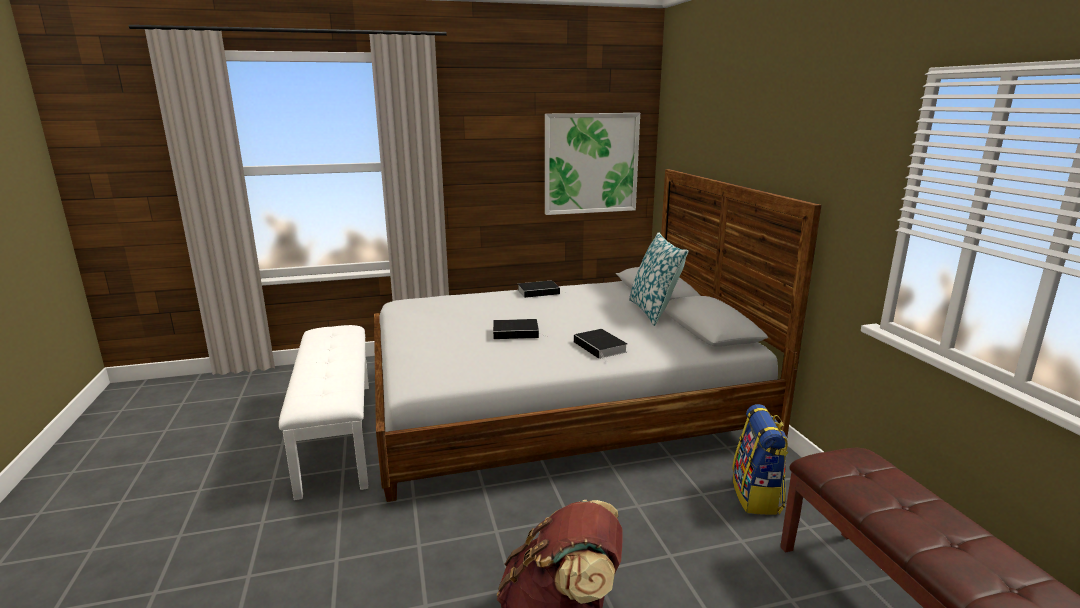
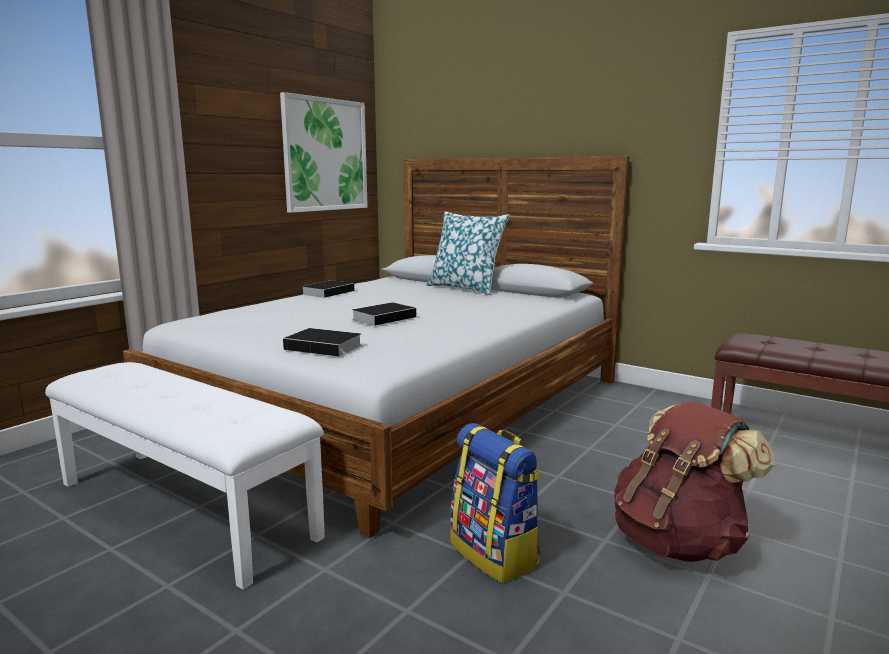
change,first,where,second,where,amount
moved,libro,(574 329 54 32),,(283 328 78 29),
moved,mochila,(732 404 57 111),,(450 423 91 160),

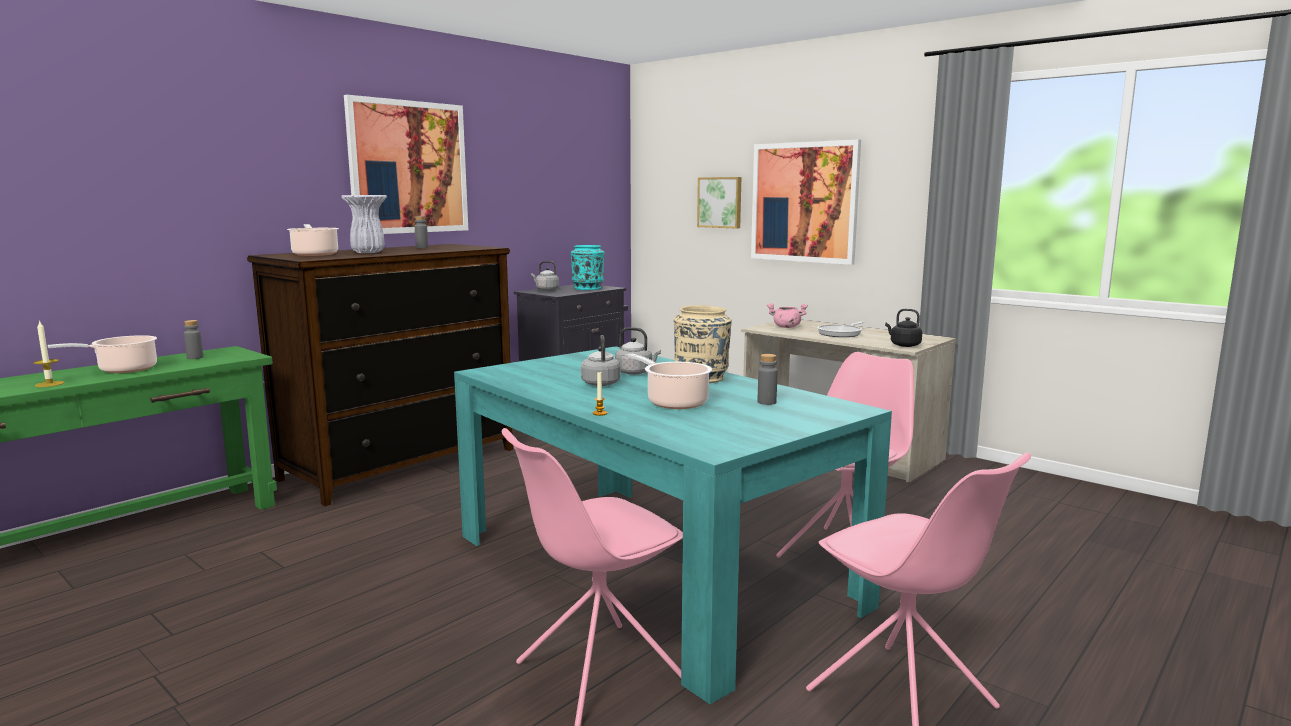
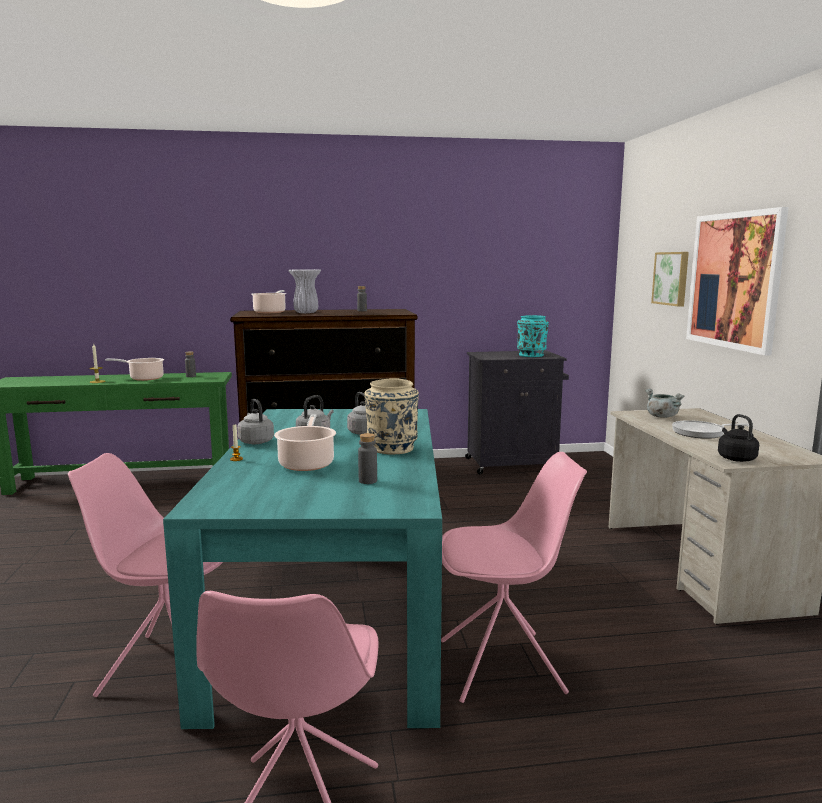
change,first,where,second,where,amount
moved,hervidor (gris),(531 261 28 30),,(237 399 37 45),
recoloured,olla (rosa),(767 303 41 25),olla (gris),(645 389 39 29),
removed,cuadro,(344 95 124 139),,,

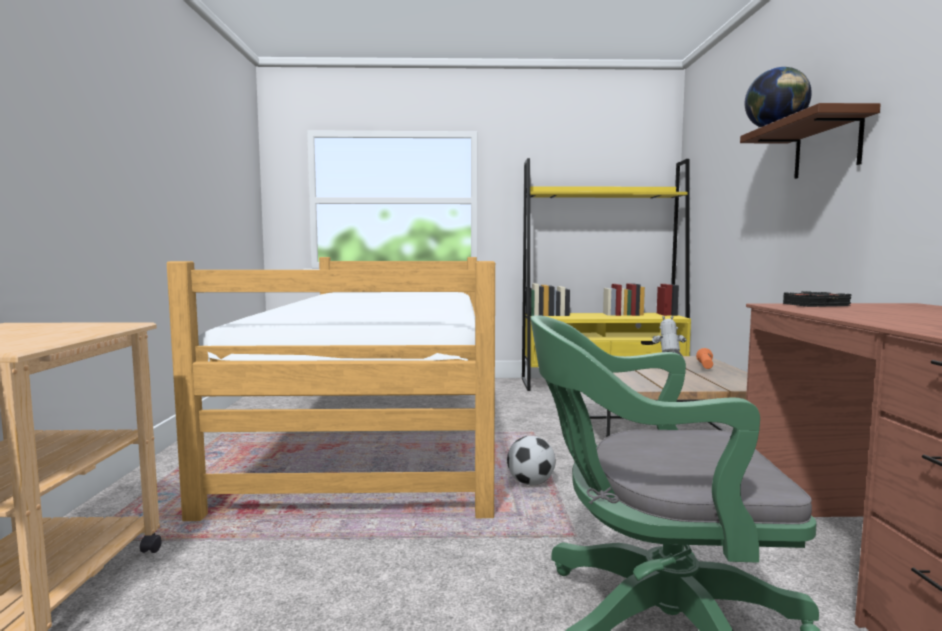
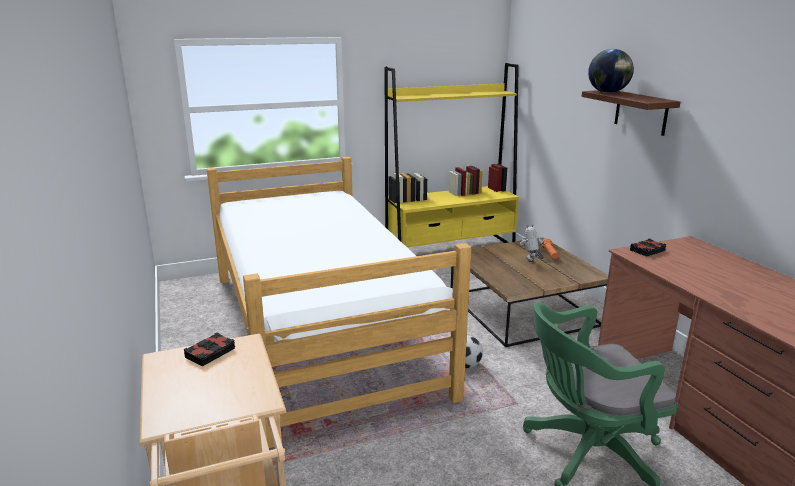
change,first,where,second,where,amount
added,,,libro (negro),(184 332 51 34),

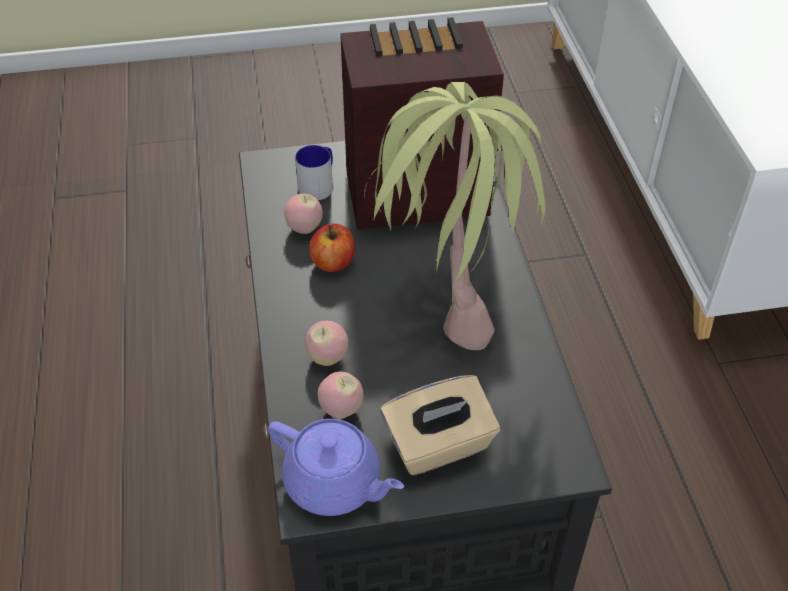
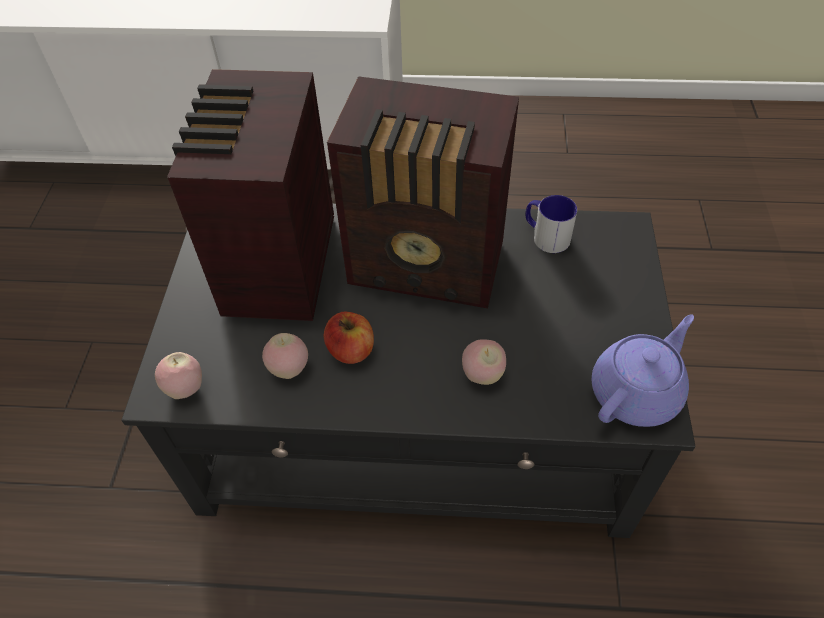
change,first,where,second,where,amount
moved,manzana,(318 372 46 47),,(155 352 47 47),
replaced,planta en maceta,(364 82 182 268),radio,(327 76 192 232),
moved,taza grande,(295 145 38 55),,(525 195 52 58),
removed,caja de pañuelos (beis),(380 375 120 100),,,

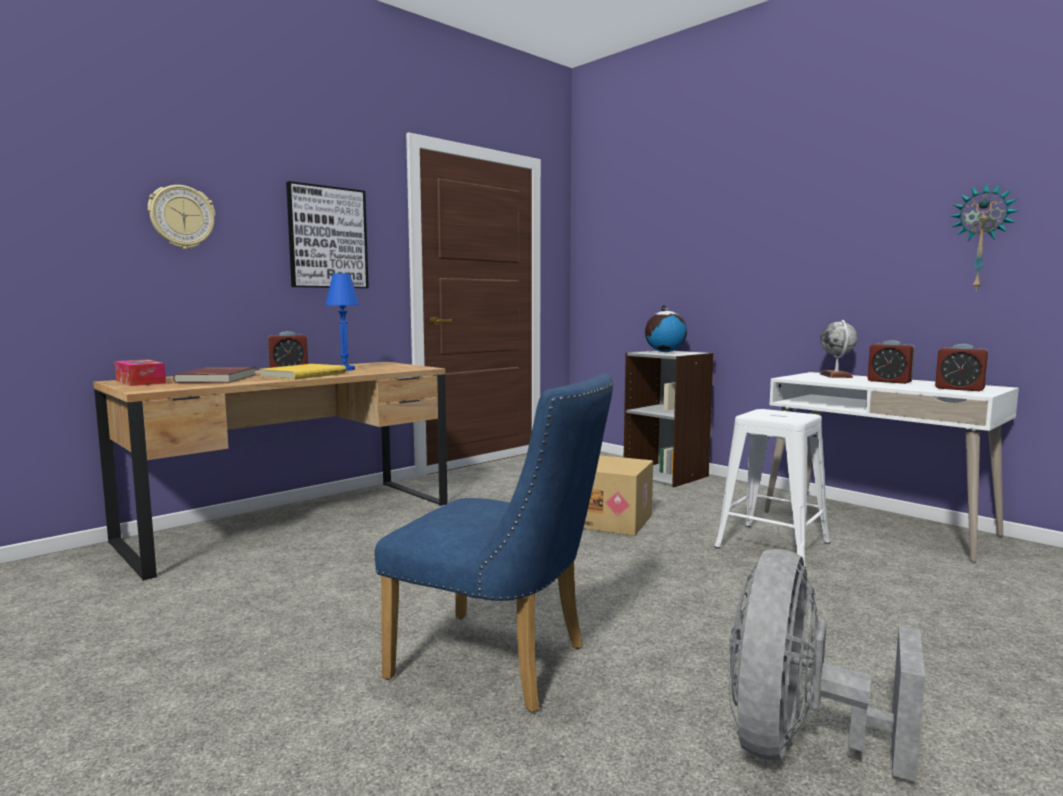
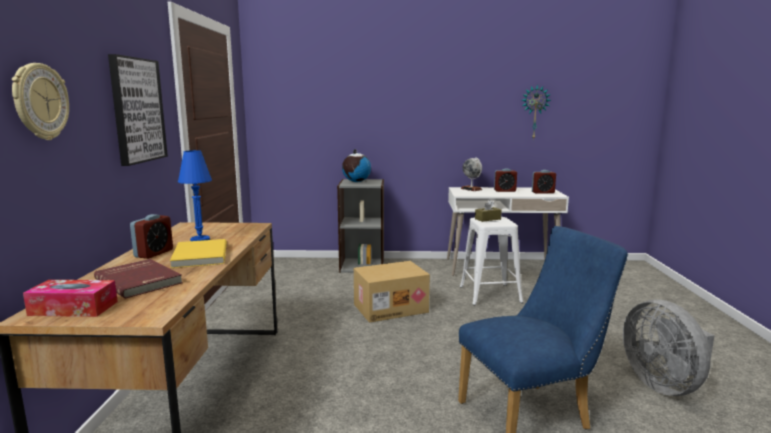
change,first,where,second,where,amount
added,,,caja de pañuelos (marrón),(475 200 27 22),

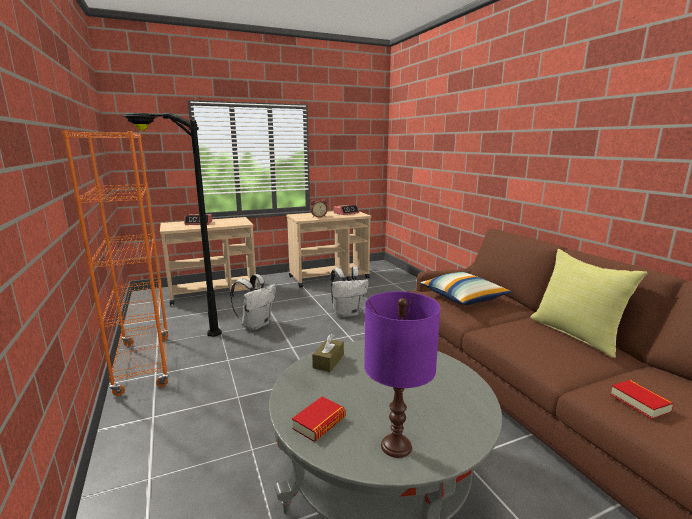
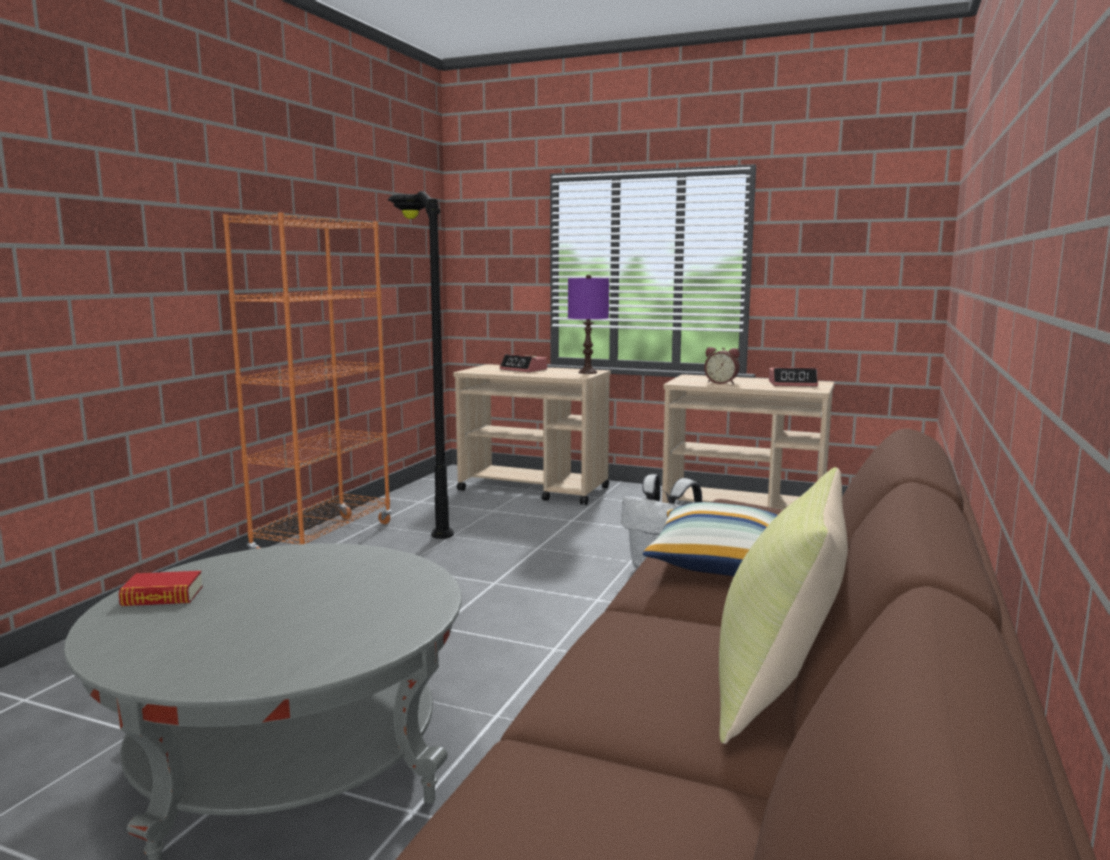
change,first,where,second,where,amount
moved,lámpara de mesa (morado),(364 291 77 167),,(568 275 41 99),
removed,mochila (blanco),(231 274 45 56),,,
removed,caja de pañuelos (marrón),(312 334 32 38),,,
removed,libro,(610 380 64 39),,,

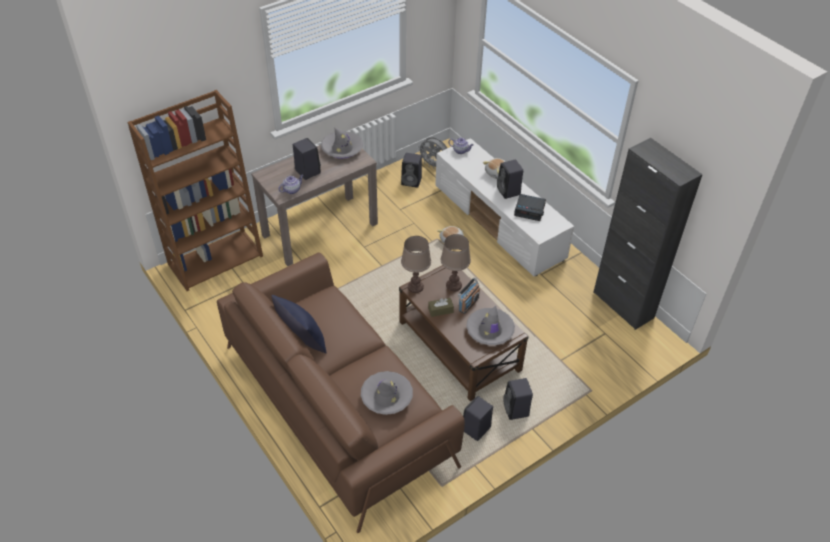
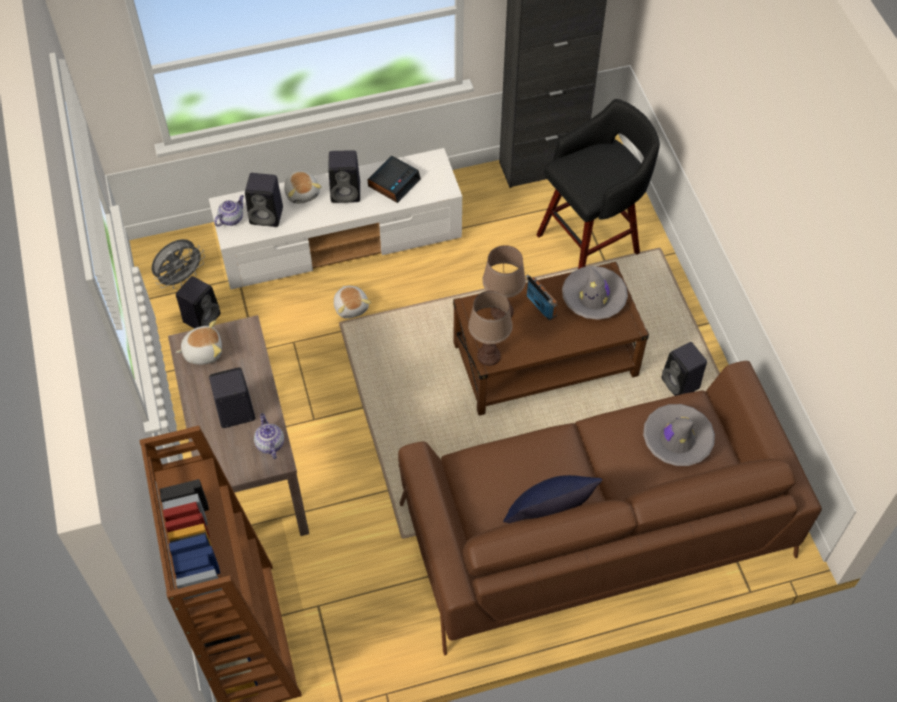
change,first,where,second,where,amount
replaced,sombrero (gris),(321 128 42 31),peluche,(176 320 46 45),
moved,altavoz (negro),(504 378 29 42),,(245 173 38 54),
added,,,taburete (negro),(536 99 124 170),
removed,caja de pañuelos (marrón),(428 298 26 19),,,

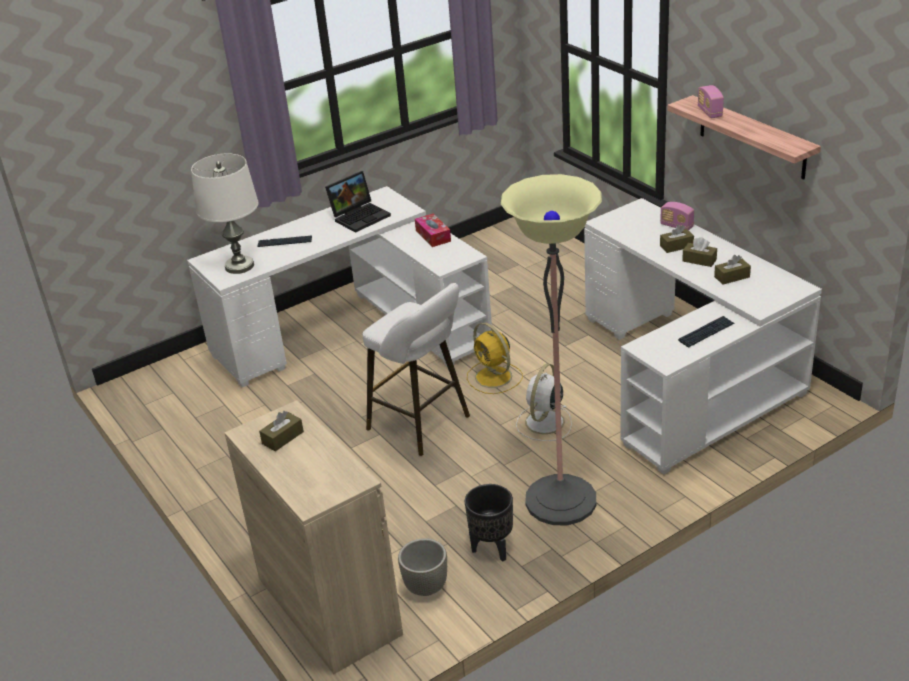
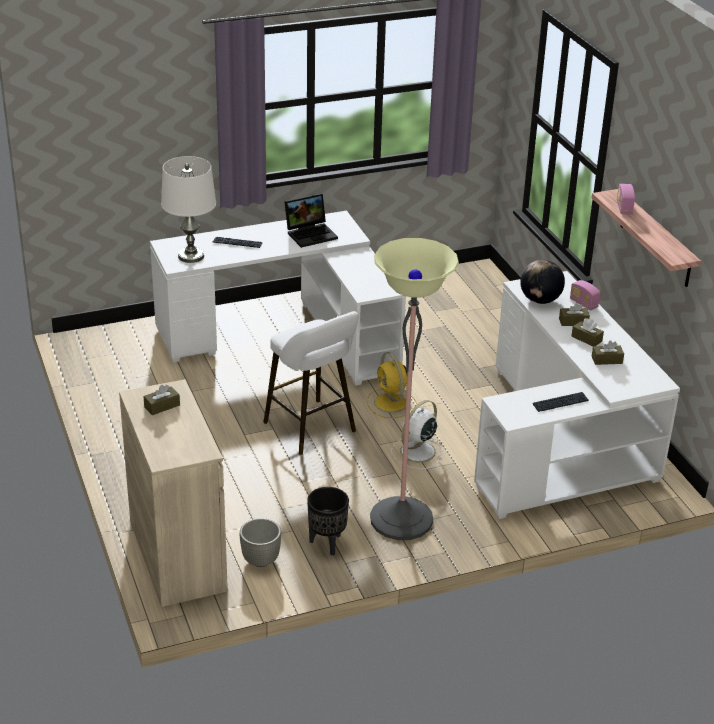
change,first,where,second,where,amount
added,,,globo terráqueo,(520 260 45 44),
removed,caja de pañuelos,(415 214 36 33),,,

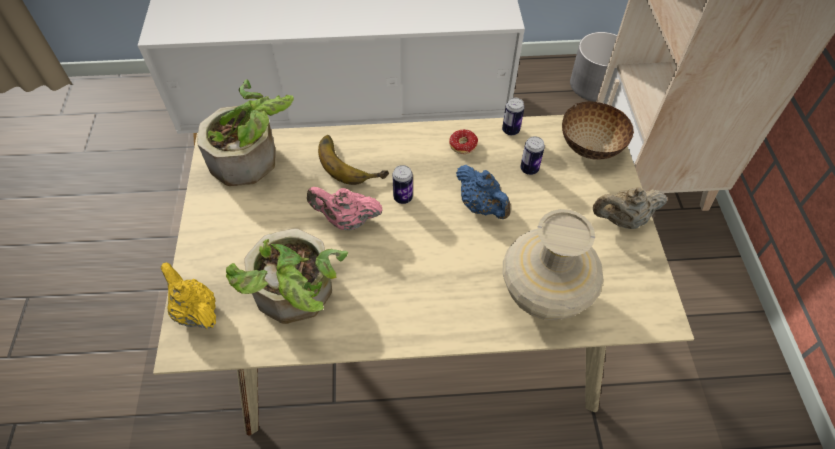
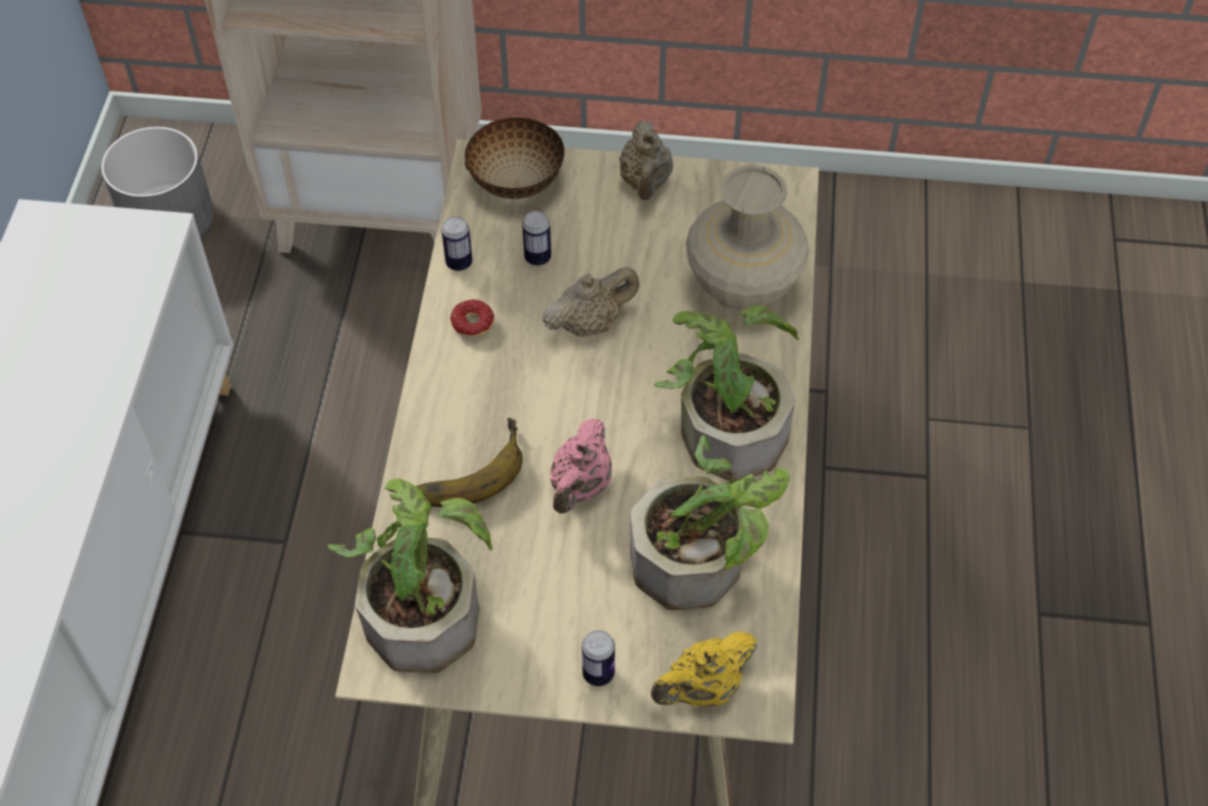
change,first,where,second,where,amount
recoloured,tetera (azul),(456 165 55 54),tetera (beis),(542 267 97 70),
moved,lata,(392 165 21 39),,(582 630 33 56),
added,,,planta en maceta,(654 305 146 177),

